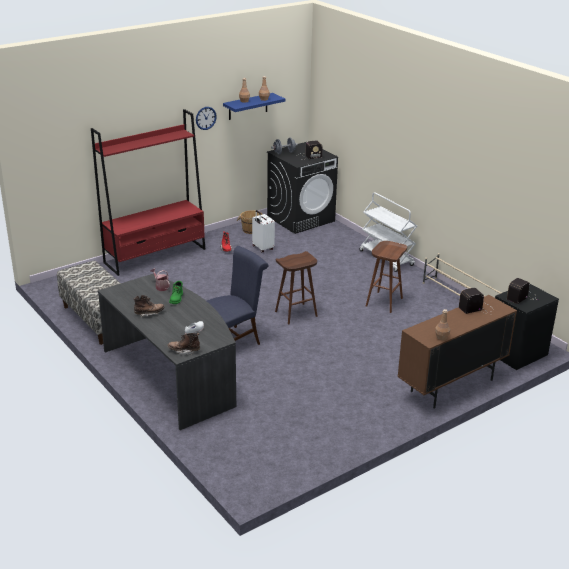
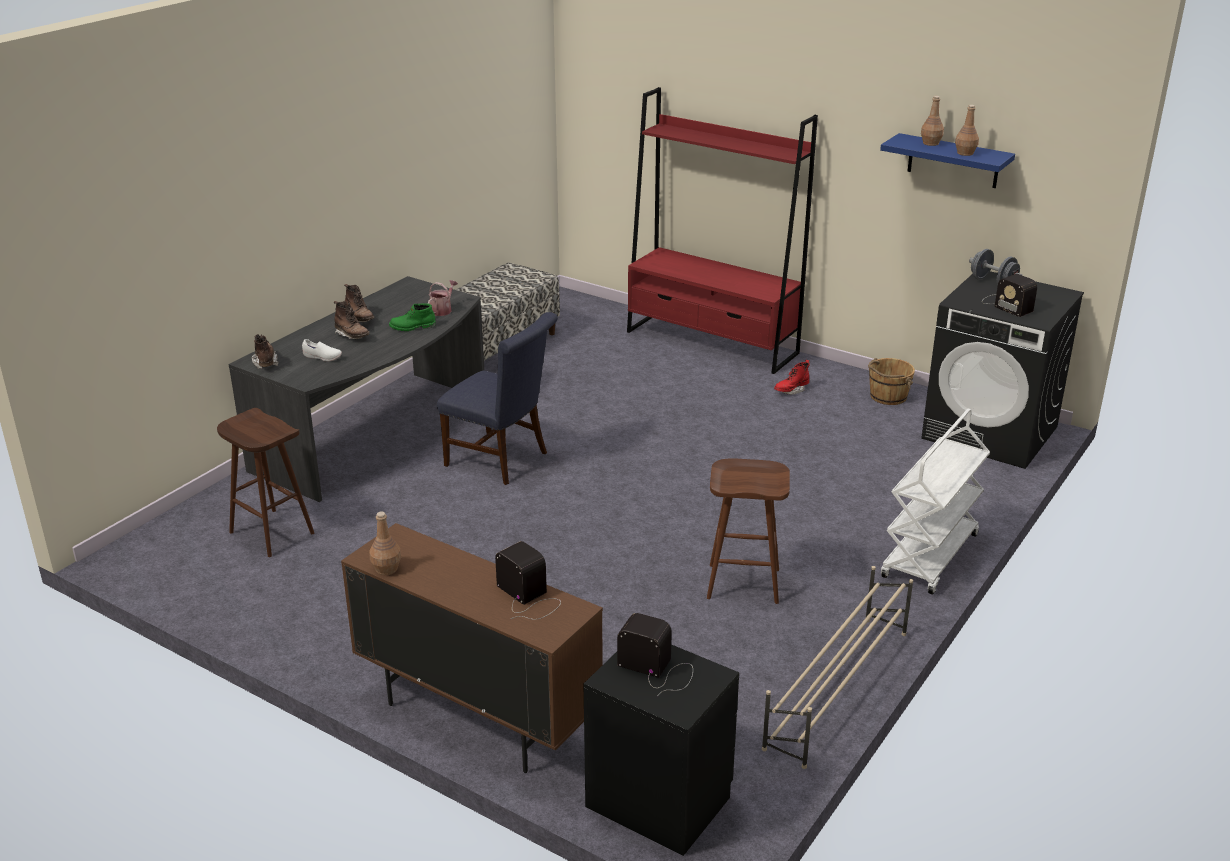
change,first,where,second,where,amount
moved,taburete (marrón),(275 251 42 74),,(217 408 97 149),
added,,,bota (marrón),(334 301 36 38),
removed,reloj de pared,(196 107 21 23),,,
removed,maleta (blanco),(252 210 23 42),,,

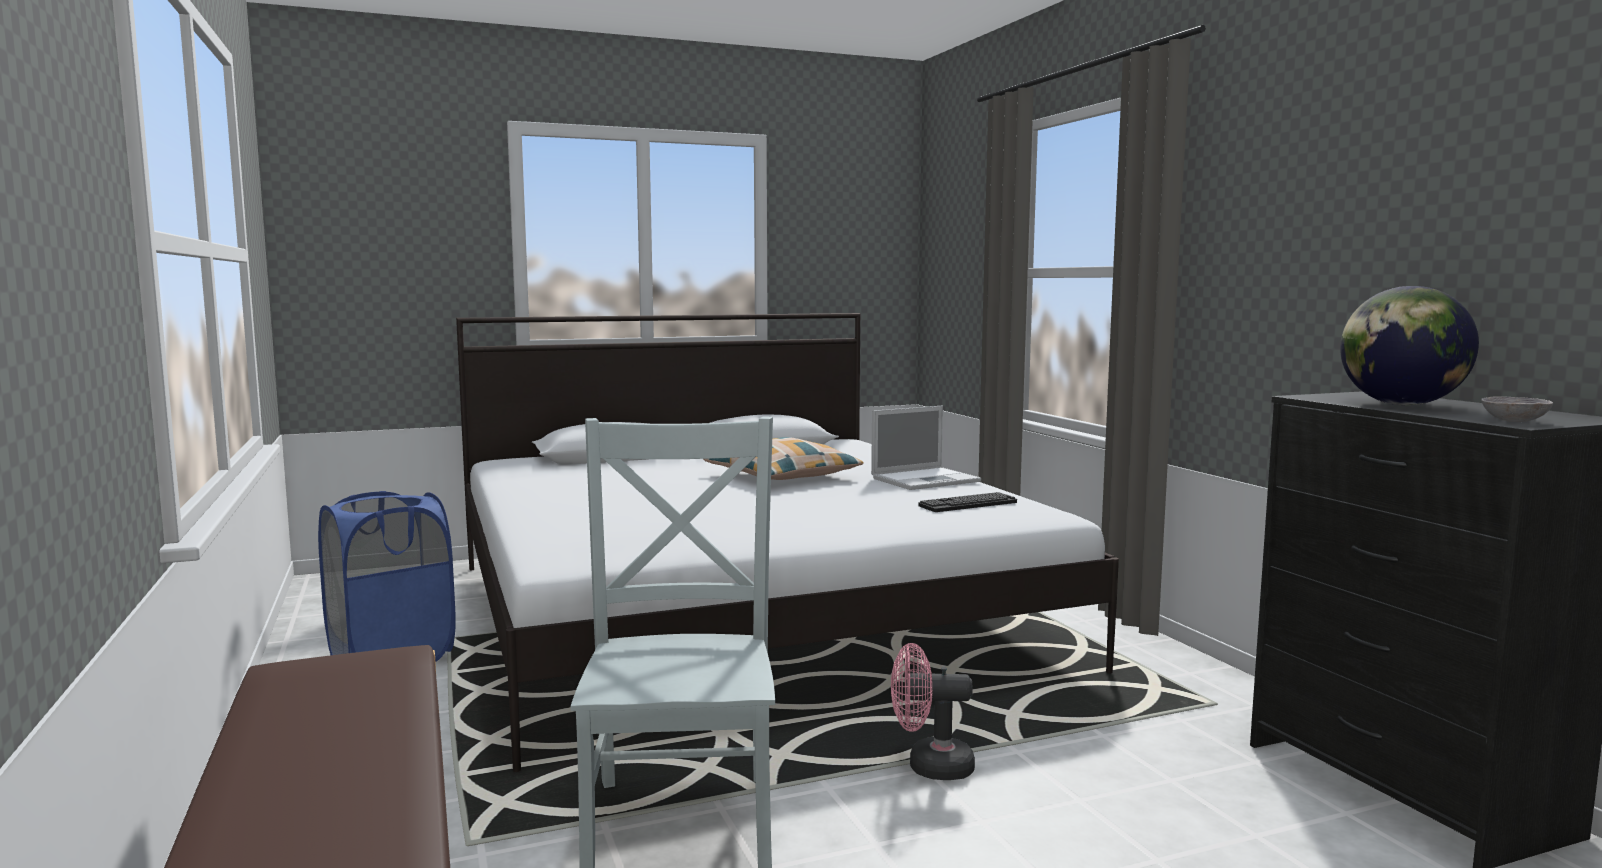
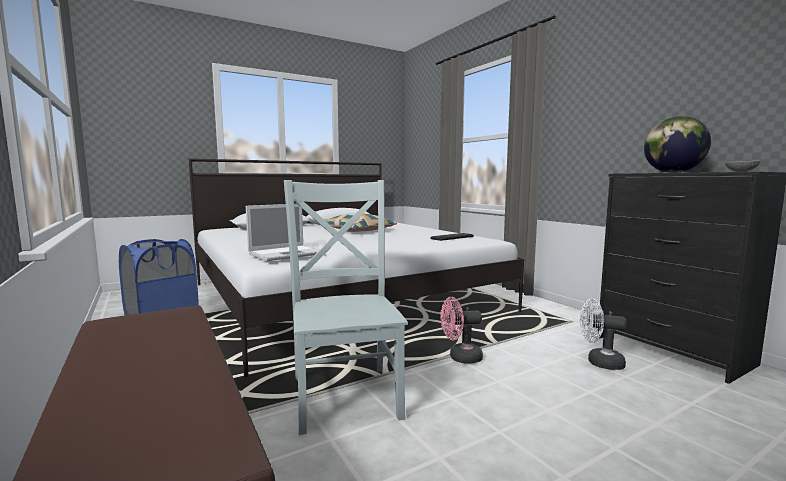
change,first,where,second,where,amount
moved,portátil,(871 406 110 84),,(246 204 73 57),
added,,,ventilador (blanco),(580 299 47 71),

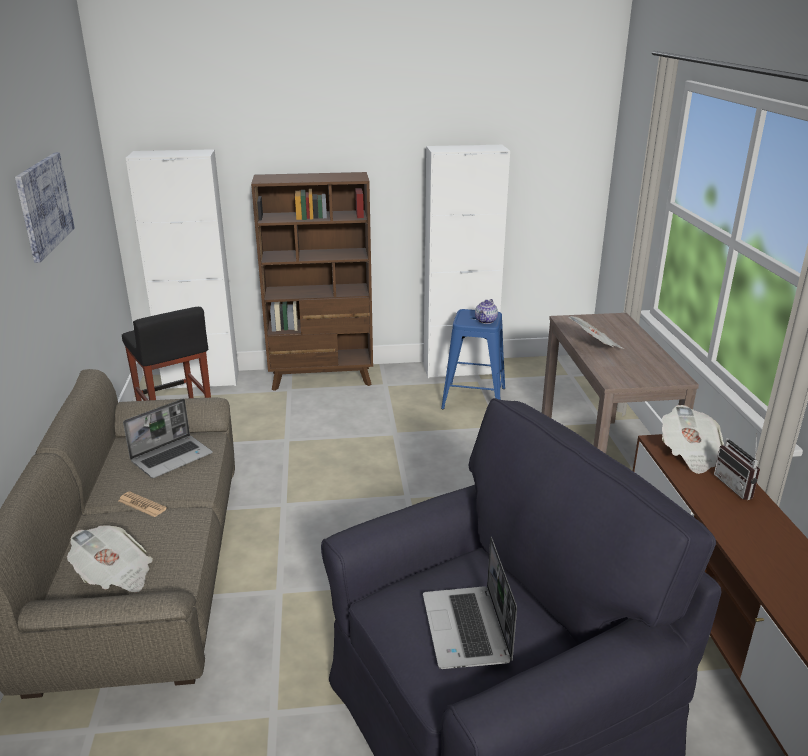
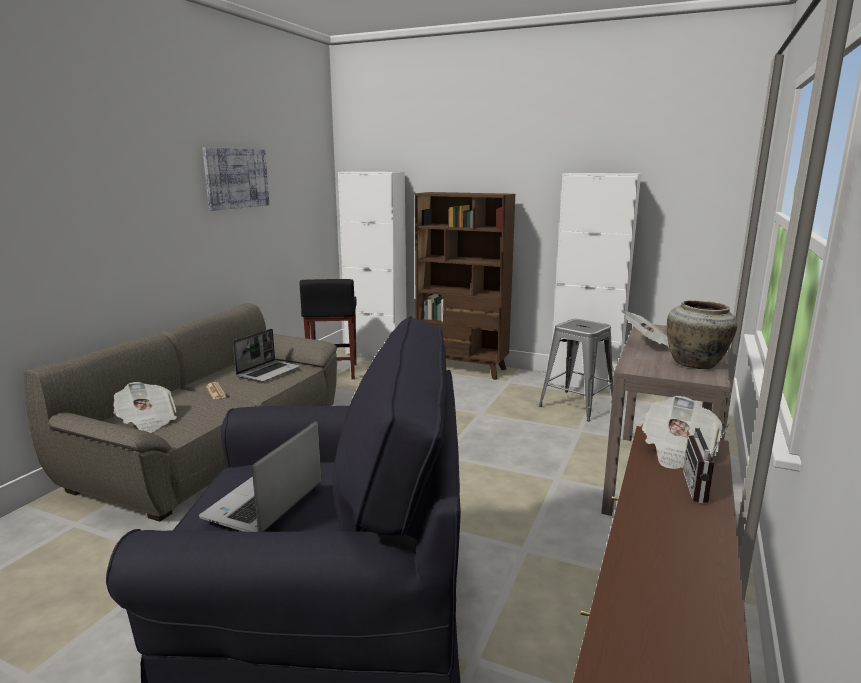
change,first,where,second,where,amount
turned,portátil,(123 399 90 79),,(233 329 67 53),45 degrees counterclockwise
recoloured,taburete (azul),(441 309 64 100),taburete (gris),(539 319 74 102),
added,,,florero (beis),(667 301 70 68),
removed,tetera,(475 299 23 25),,,

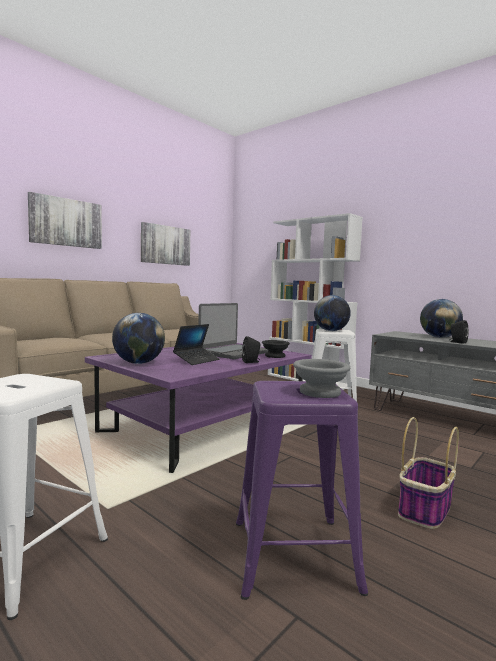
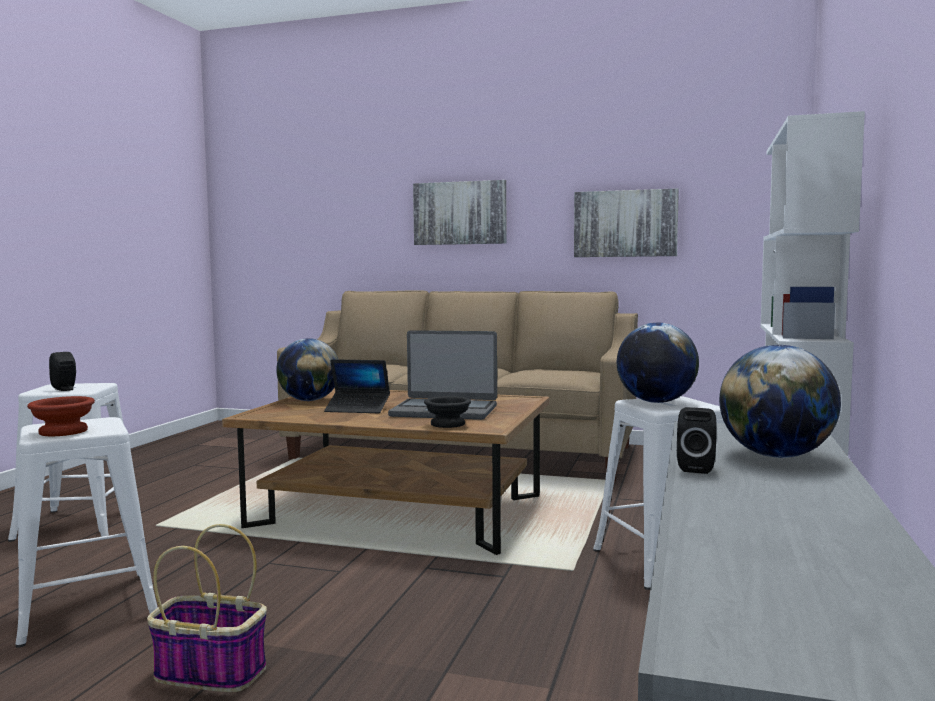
change,first,where,second,where,amount
recoloured,taburete (morado),(236 381 132 219),taburete (blanco),(16 417 142 231),
recoloured,cuenco (gris),(293 359 57 39),cuenco (marrón),(27 396 68 40),
moved,altavoz (negro),(242 336 19 27),,(49 352 27 39),
recoloured,mesa de centro (morado),(85 343 227 130),mesa de centro (marrón),(222 388 328 167),

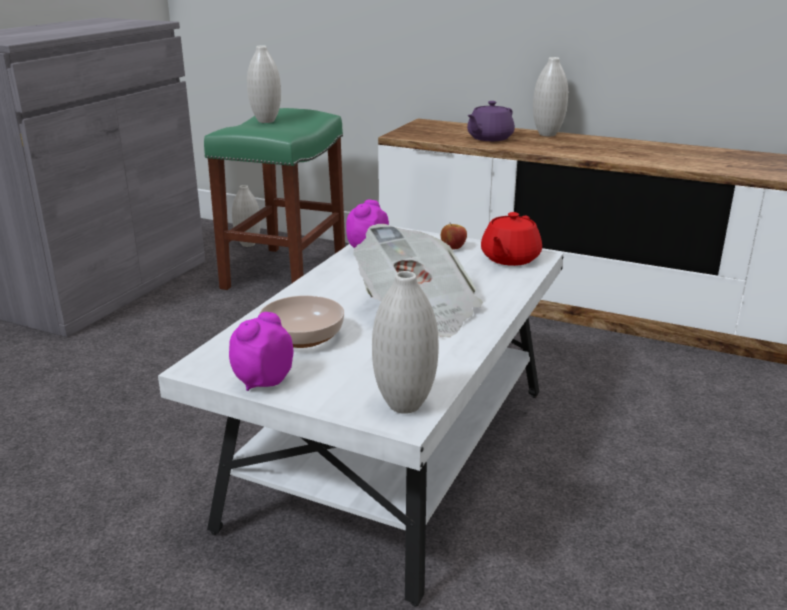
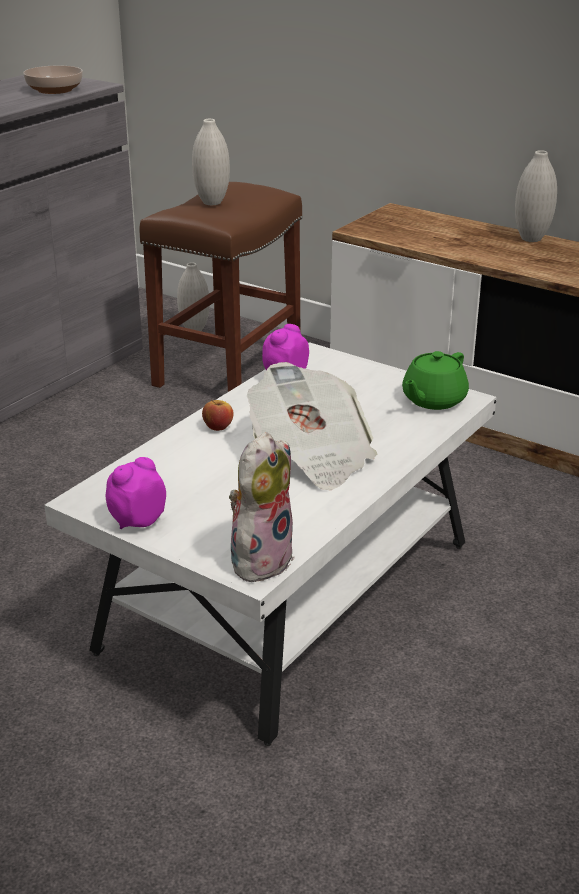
change,first,where,second,where,amount
moved,cuenco,(259 295 85 53),,(23 66 60 28),
recoloured,taburete (verde),(204 108 141 182),taburete (marrón),(139 182 163 210),
moved,manzana,(441 223 26 27),,(202 400 32 31),
replaced,florero (blanco),(372 271 67 143),peluche,(229 432 65 150),
recoloured,tetera (rojo),(481 212 61 54),tetera (verde),(402 351 67 59),
removed,tetera (morado),(467 101 48 40),,,

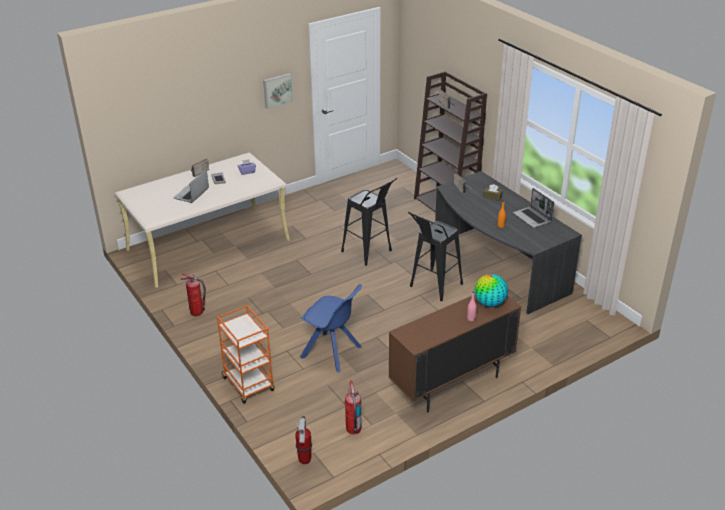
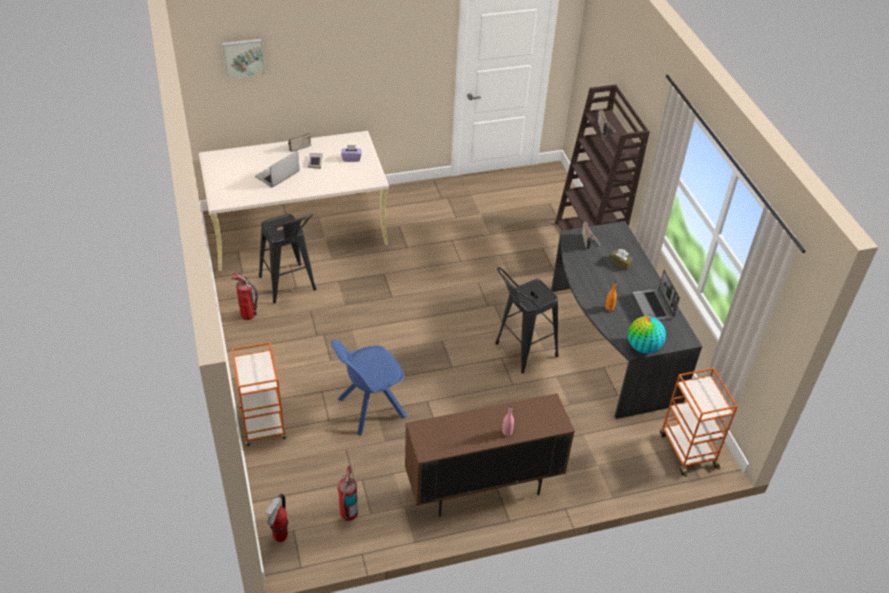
change,first,where,second,where,amount
moved,cuadro,(263 73 30 36),,(222 39 43 40),
moved,taburete (negro),(341 178 56 88),,(259 214 57 89),
turned,silla (azul),(300 284 62 89),,(331 340 76 95),105 degrees clockwise
moved,globo terráqueo,(474 274 34 33),,(628 316 38 38),
added,,,carrito (naranja),(660 368 78 109),

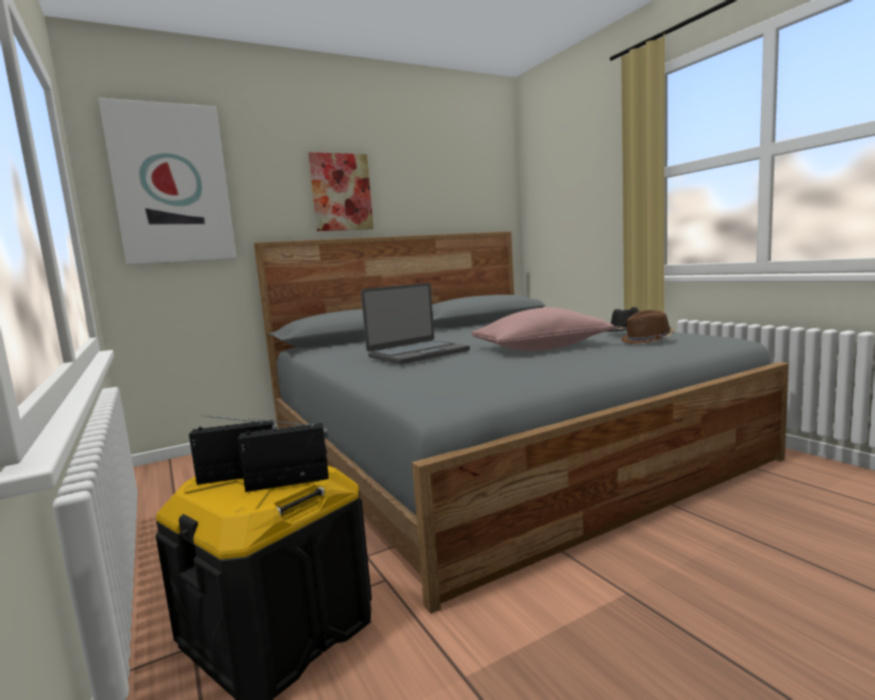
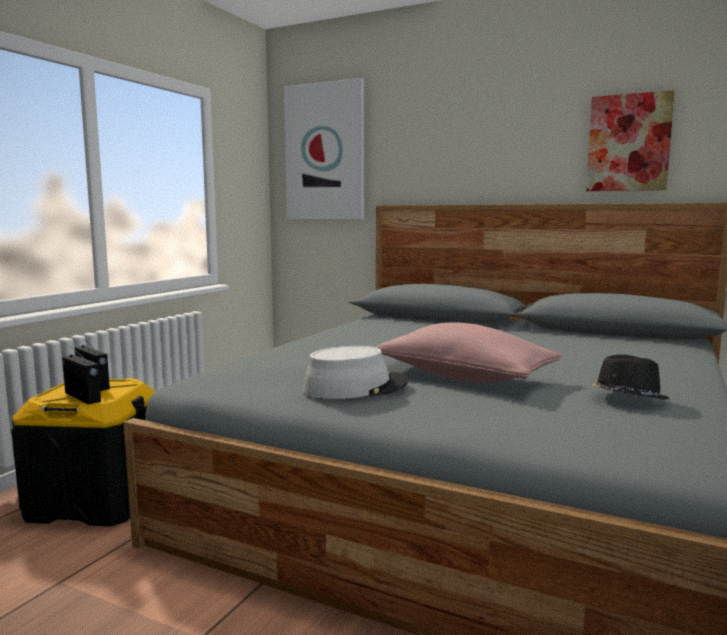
change,first,where,second,where,amount
added,,,sombrero (gris),(303 346 106 53),
moved,cuadro,(308 152 66 79),,(586 90 89 101),
removed,portátil,(361 283 109 81),,,
removed,sombrero (marrón),(621 310 53 34),,,

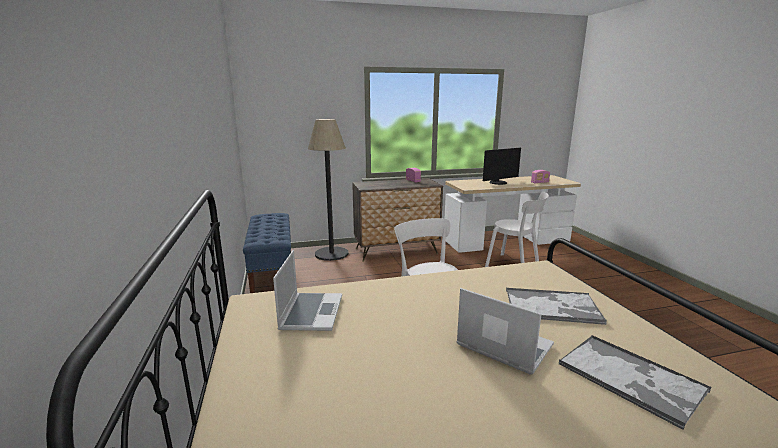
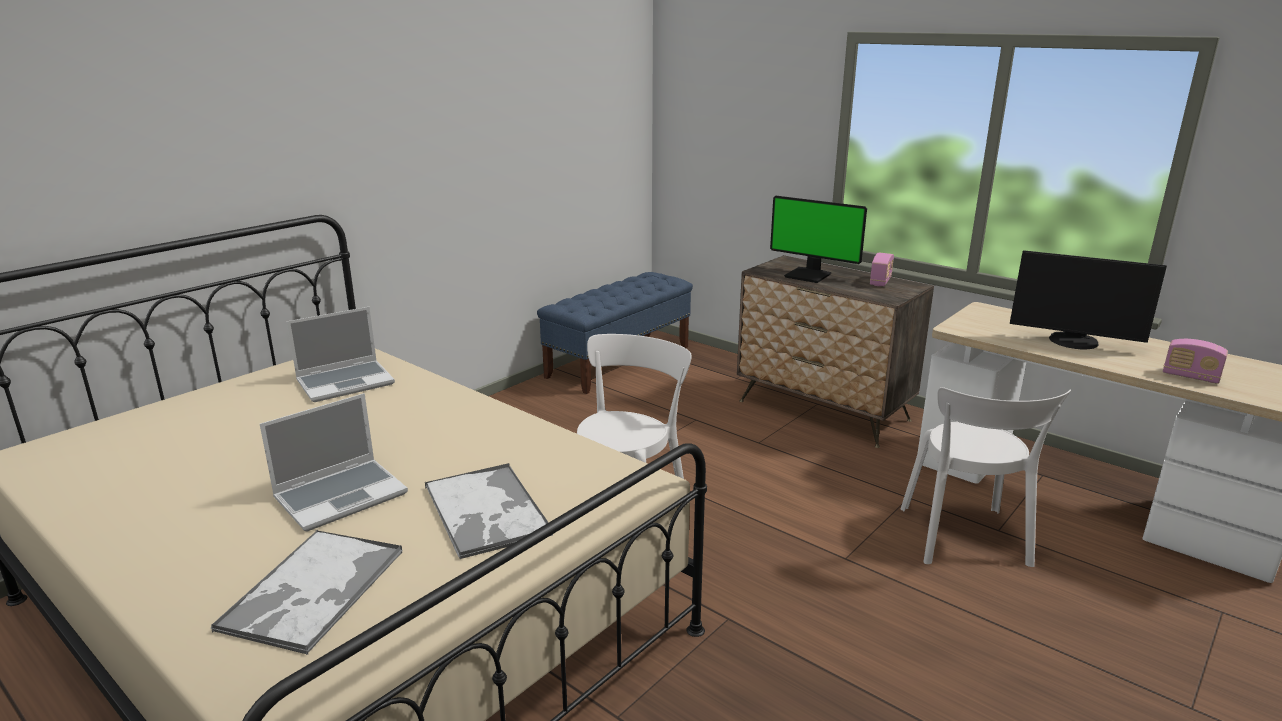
change,first,where,second,where,amount
turned,portátil,(456 288 98 87),,(260 393 148 138),45 degrees clockwise
added,,,monitor,(770 196 97 87),
removed,lámpara de pie,(308 119 41 142),,,

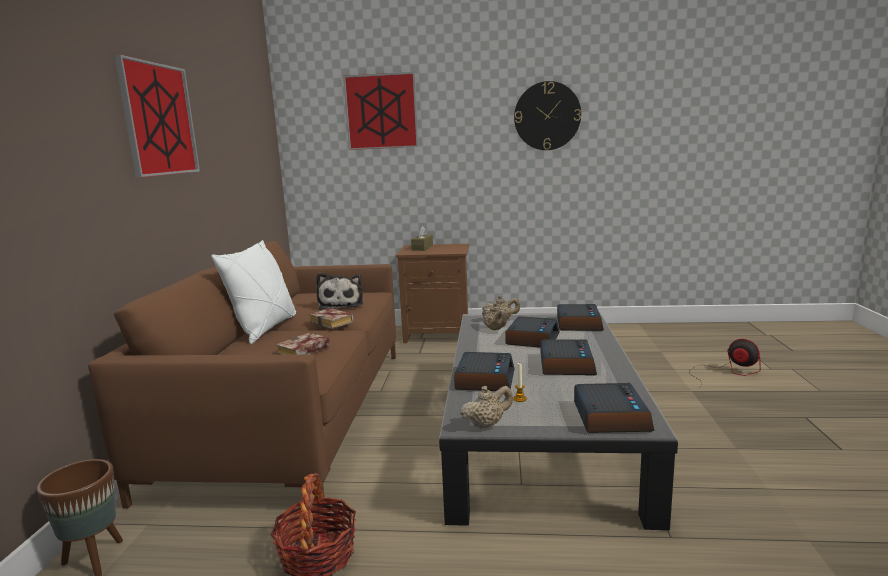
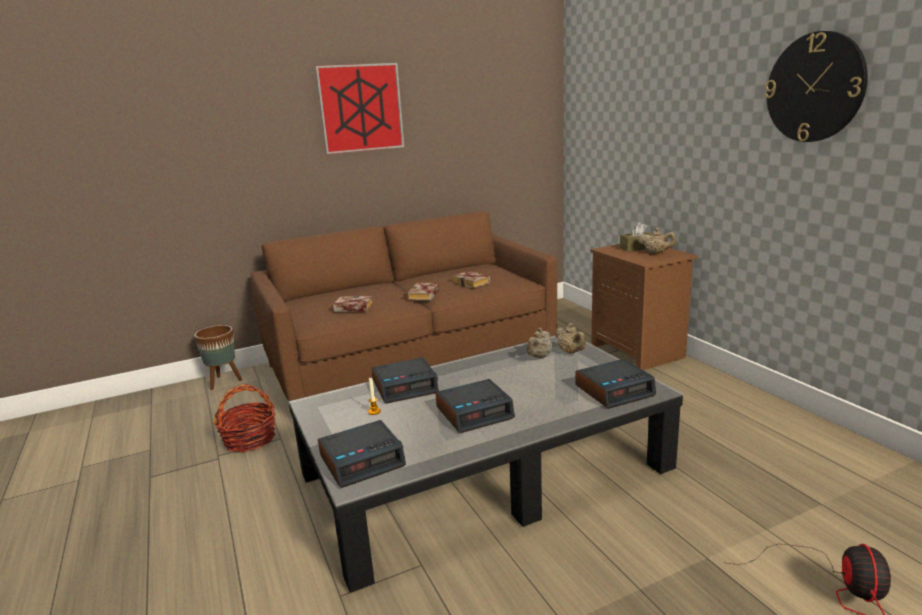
change,first,where,second,where,amount
replaced,peluche,(316 273 47 37),libro,(452 271 38 17),
moved,tetera (beis),(460 386 53 43),,(639 228 37 26),
removed,cojín (blanco),(212 240 84 104),,,
removed,cuadro,(343 72 76 78),,,
removed,despertador,(505 316 55 32),,,

